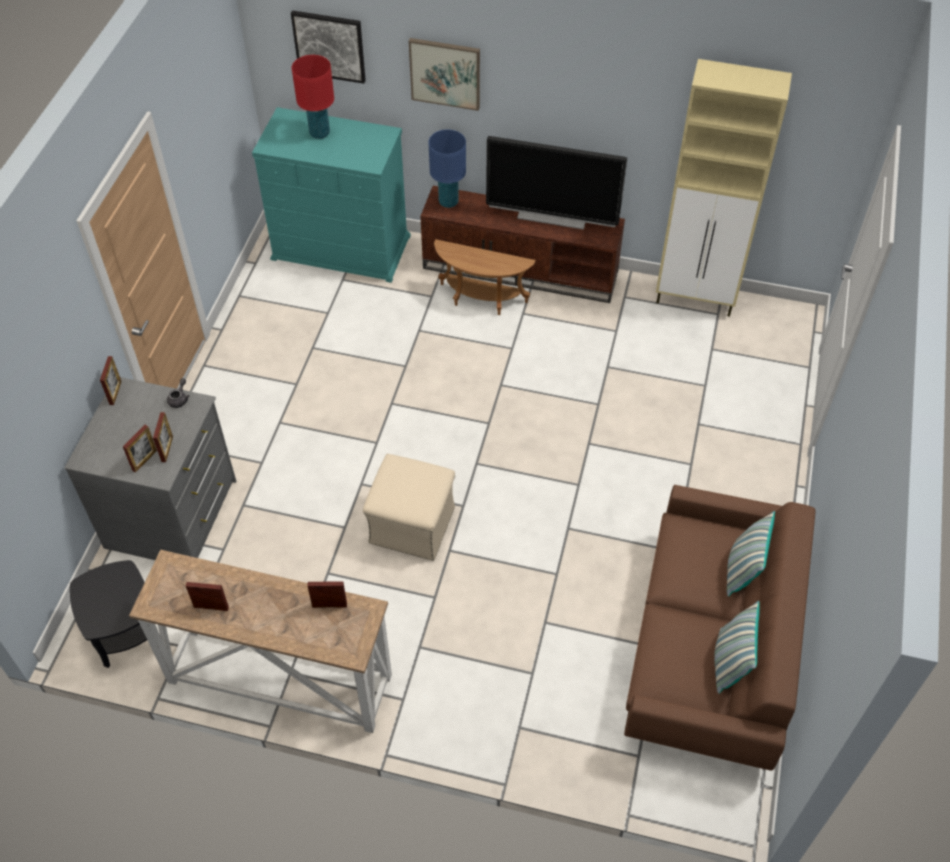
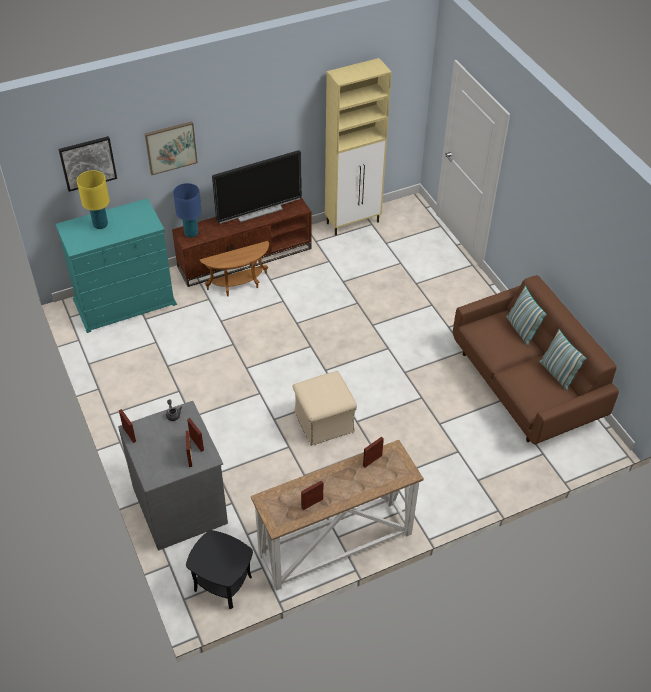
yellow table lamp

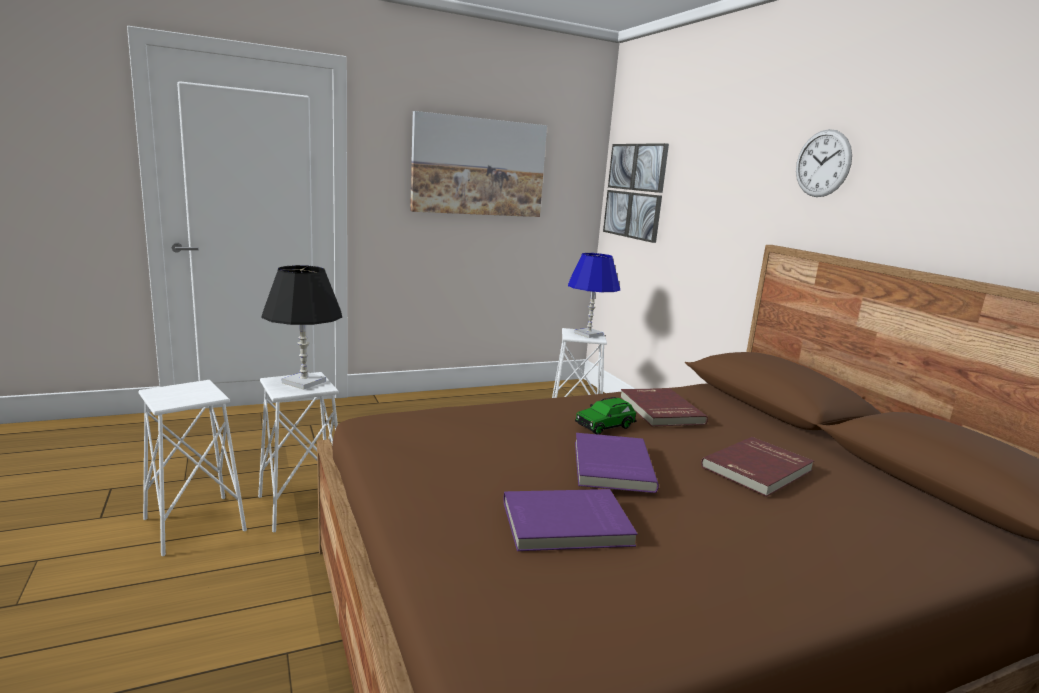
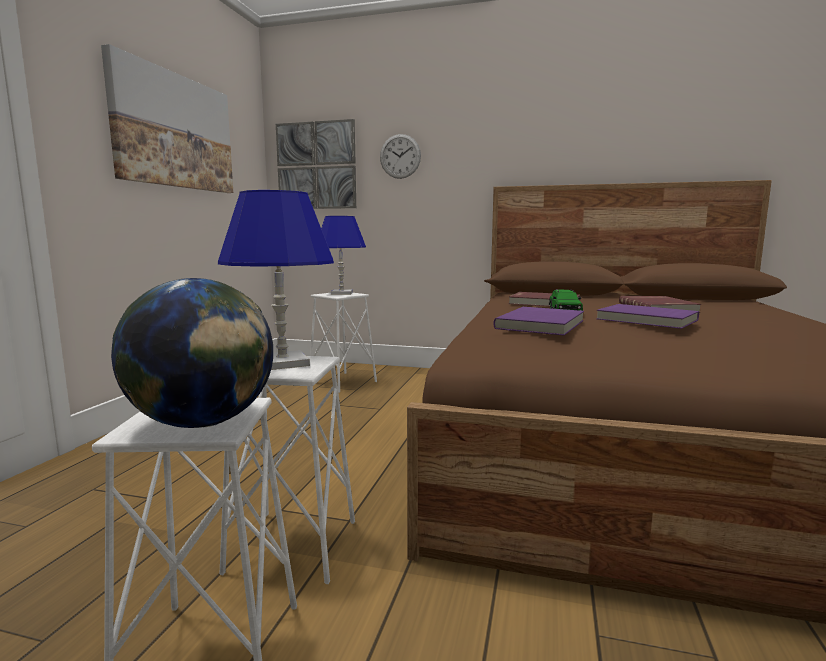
globe
purple book (no. 1 from left)
wall clock
blue table lamp (no. 1 from left)

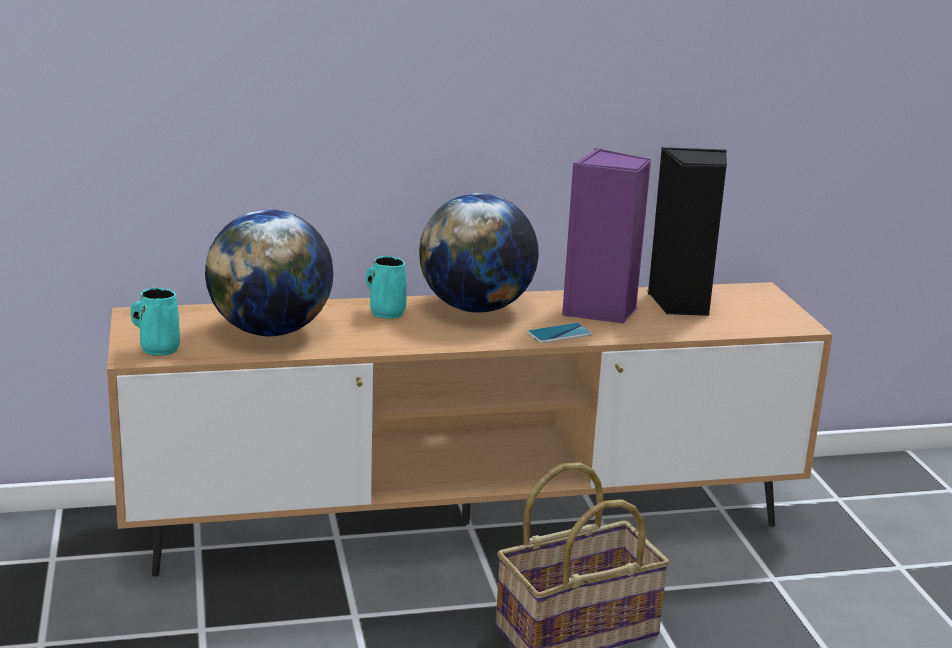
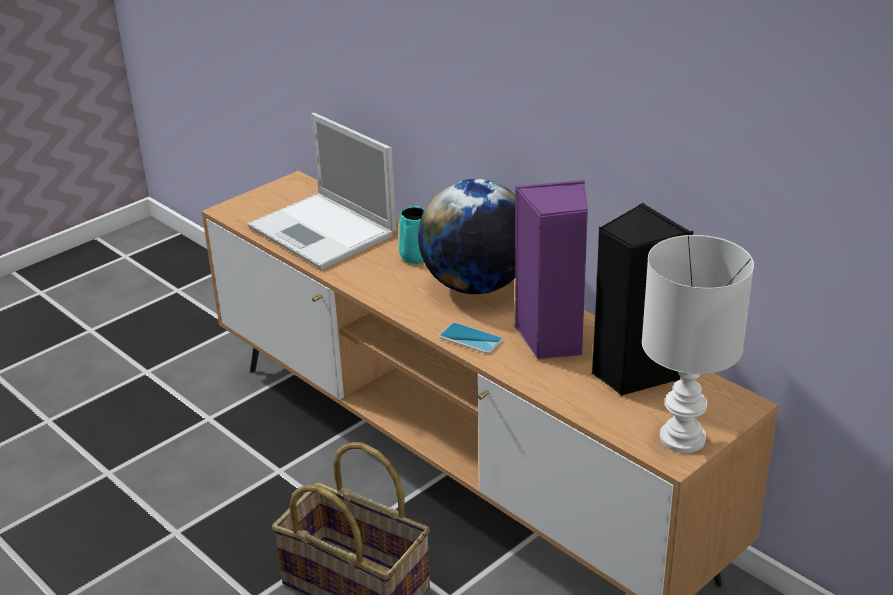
turquoise mug (no. 1 from left in the first image)
white table lamp
laptop

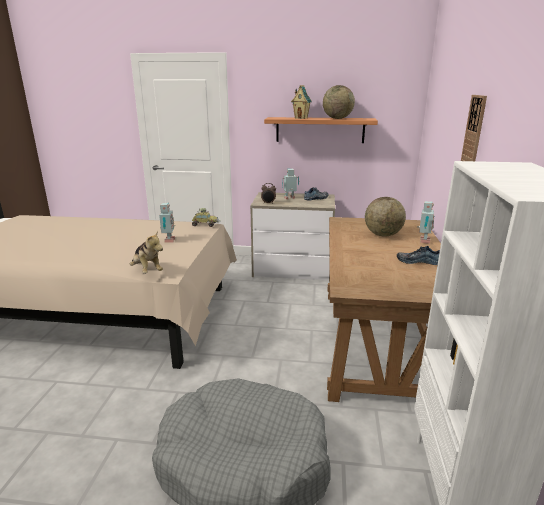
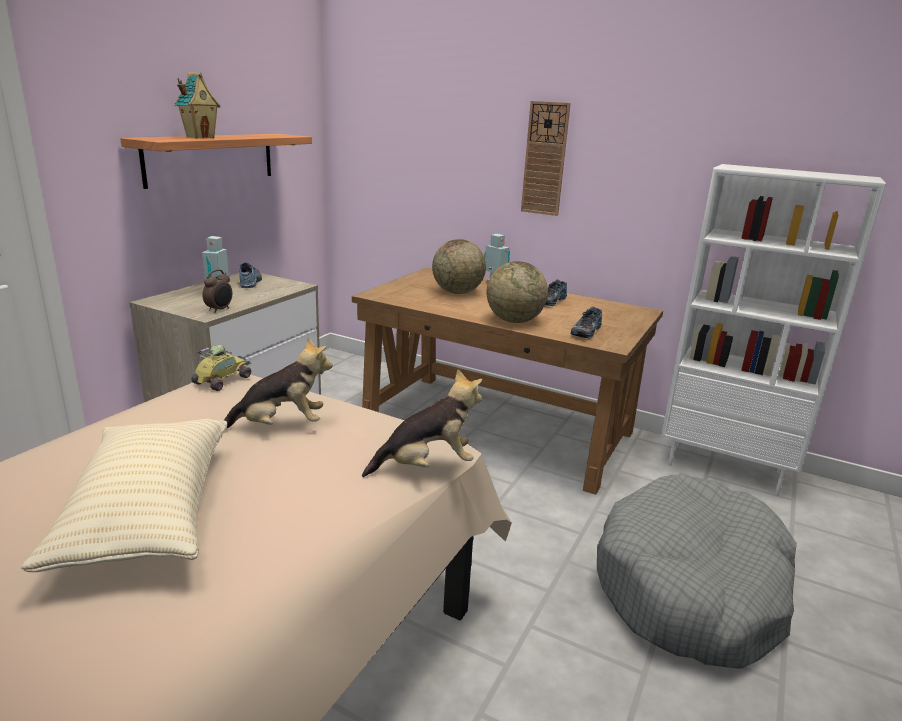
beige pillow
shoe (no. 3 from left)
globe (no. 2 from left)
plush toy (no. 1 from left)

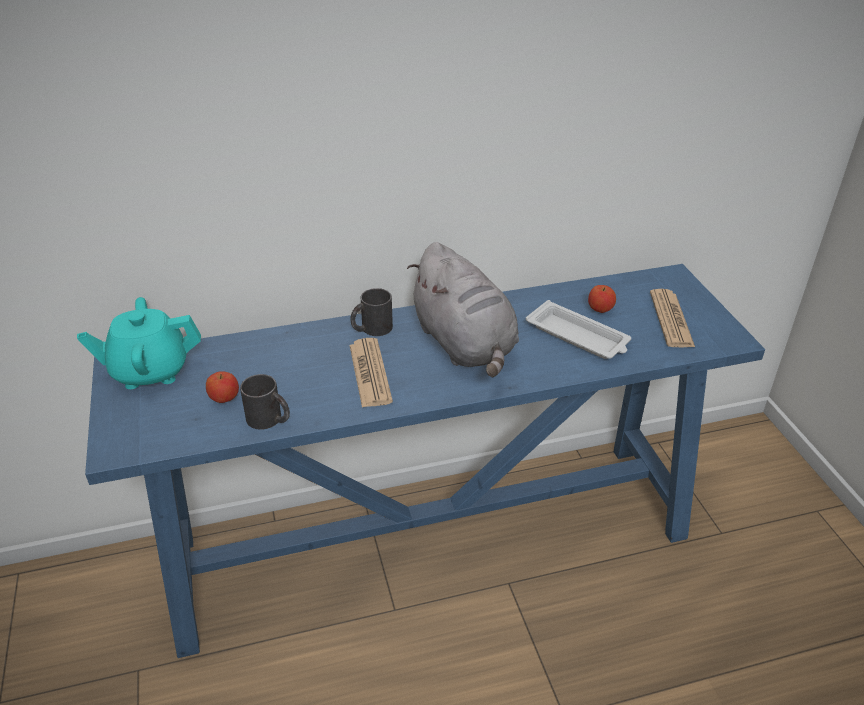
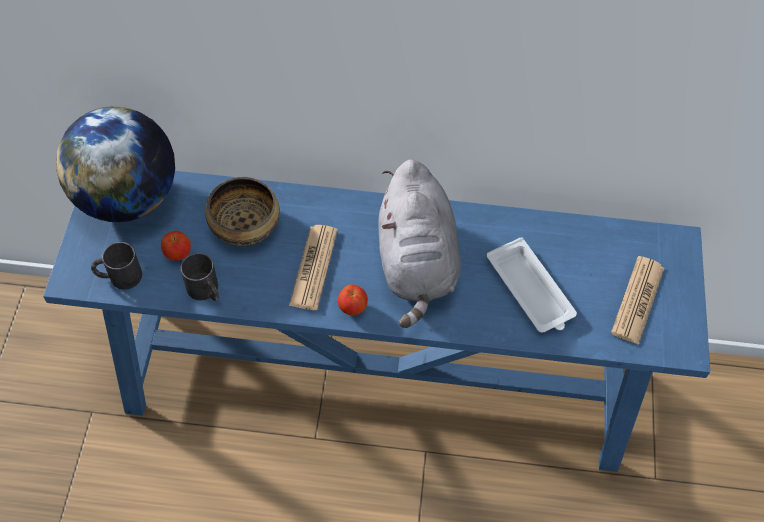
bowl
black mug (no. 1 from left)
apple (no. 2 from left)
globe

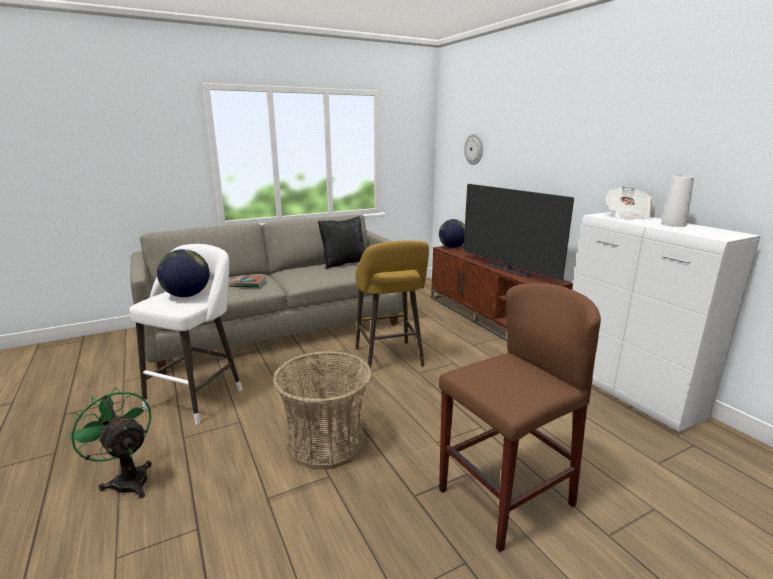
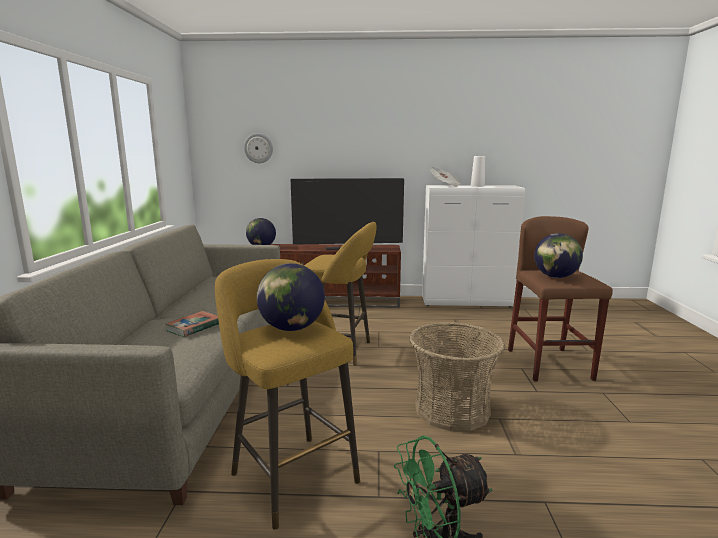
black pillow
globe (no. 3 from left)
yellow stool (no. 1 from left)

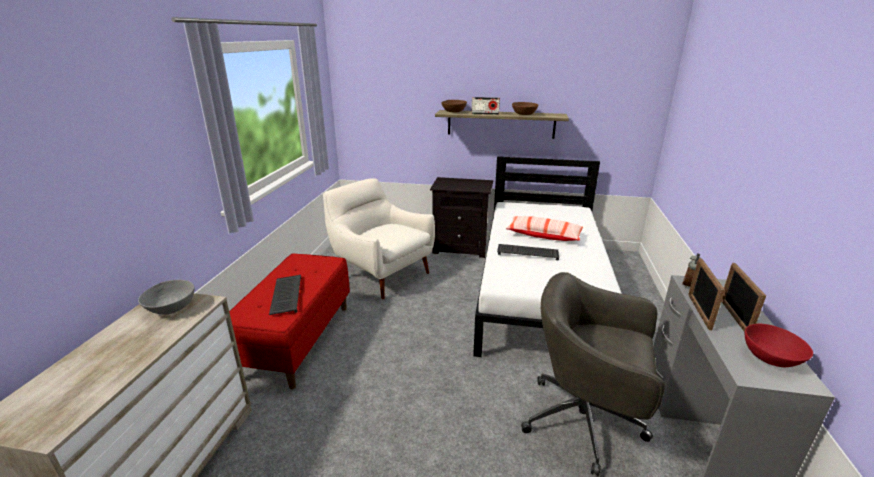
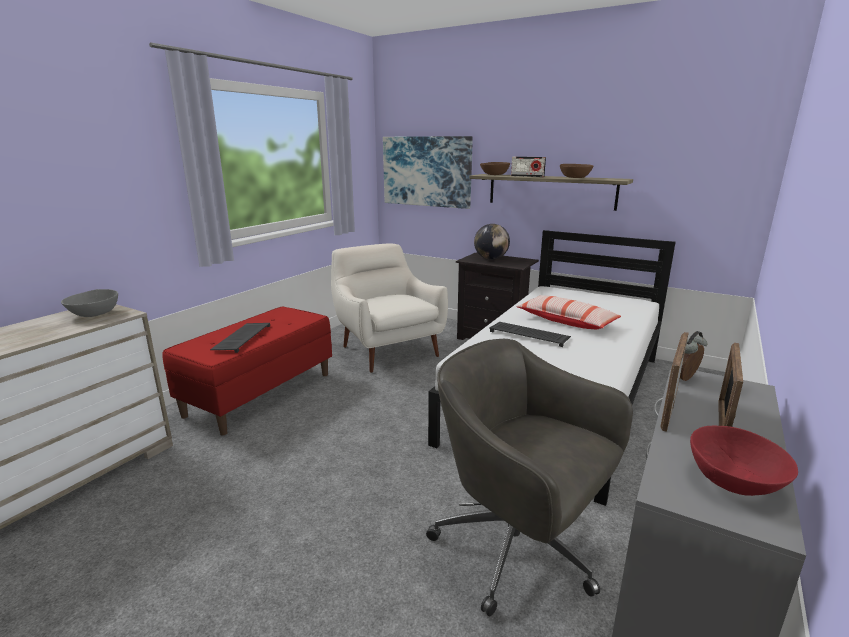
picture
globe

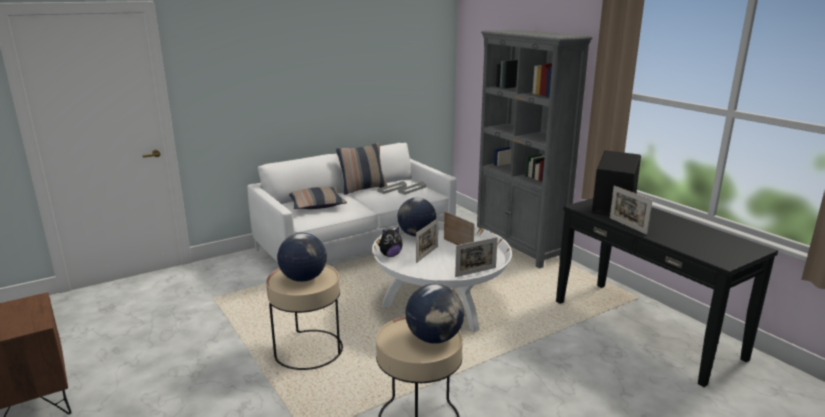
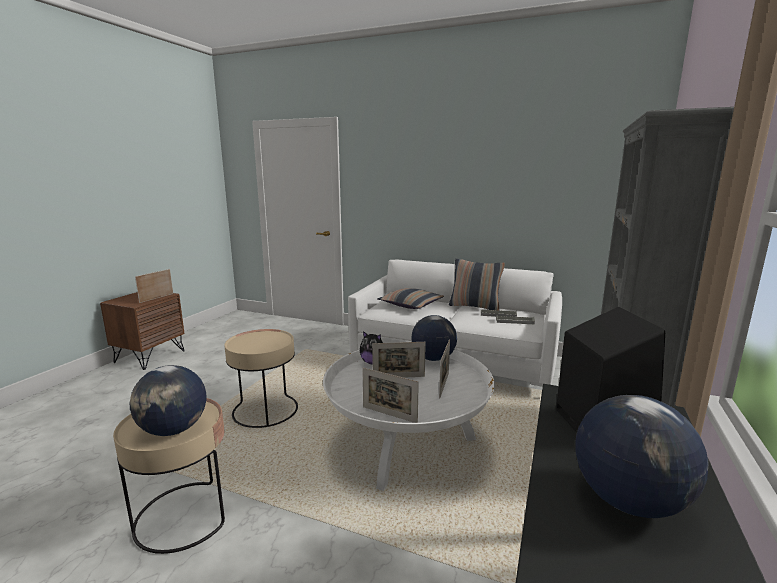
globe (no. 3 from left)
picture frame (no. 1 from left)

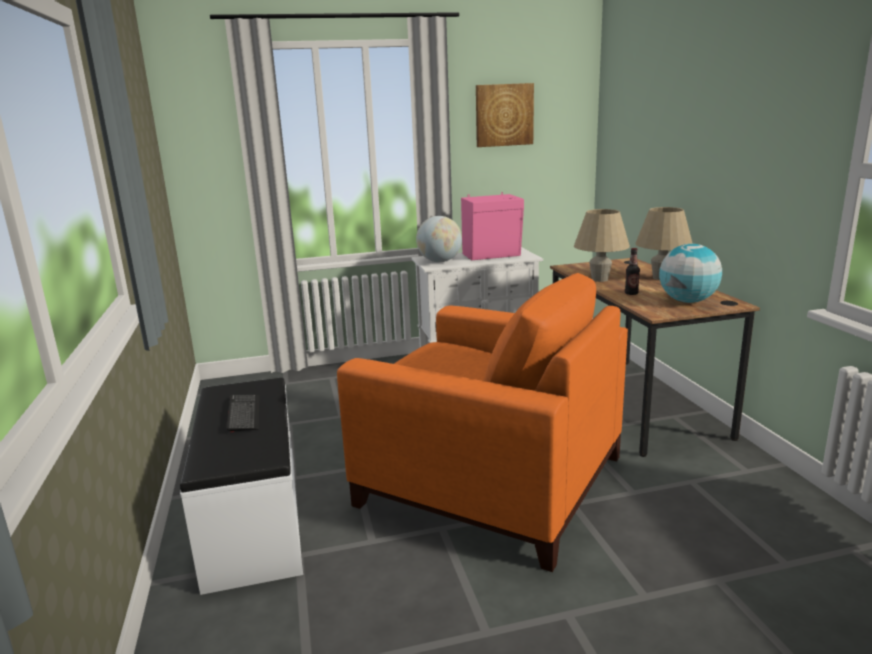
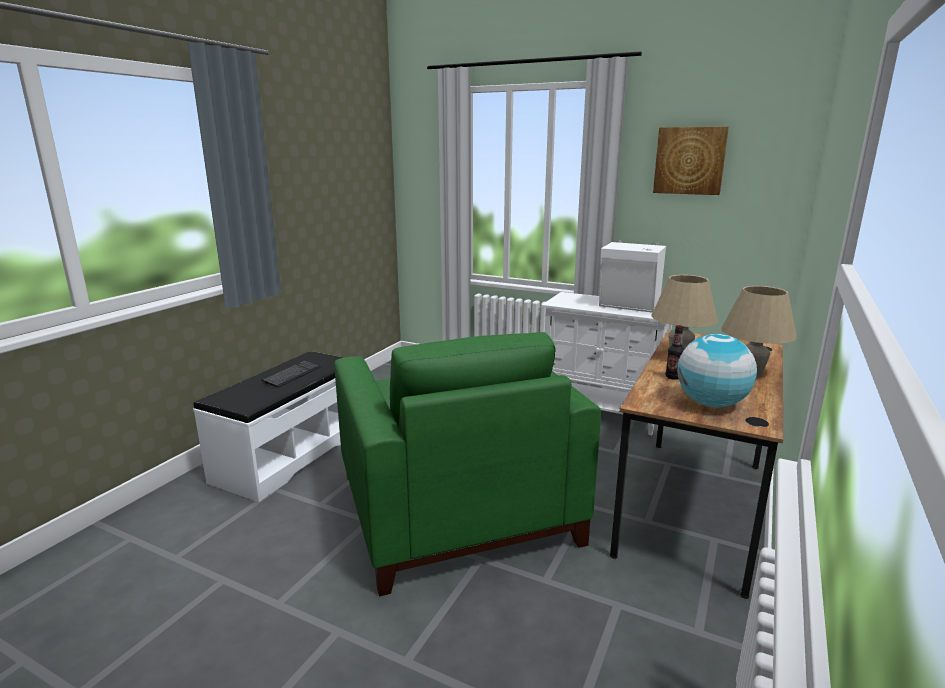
globe (no. 1 from left in the first image)
green armchair
white speaker

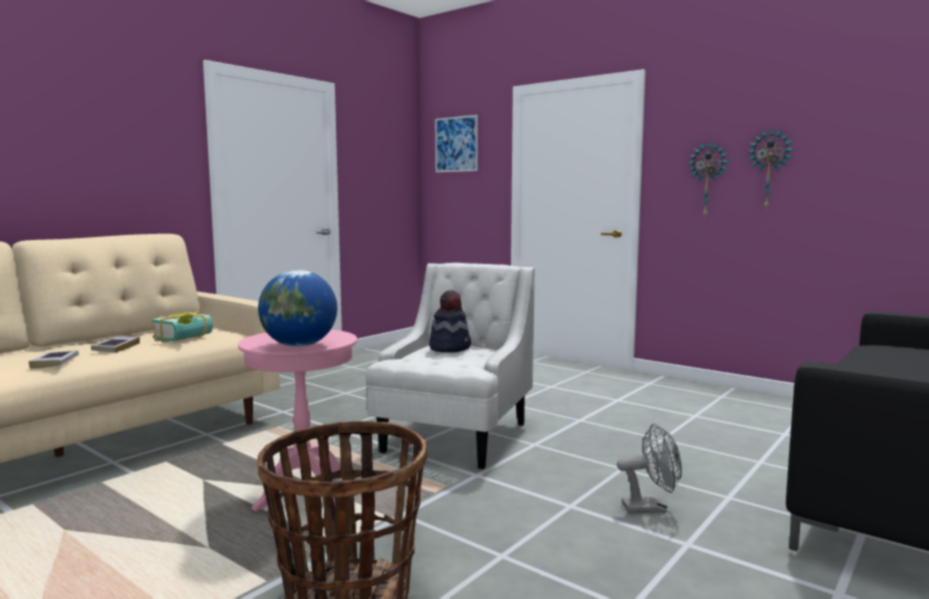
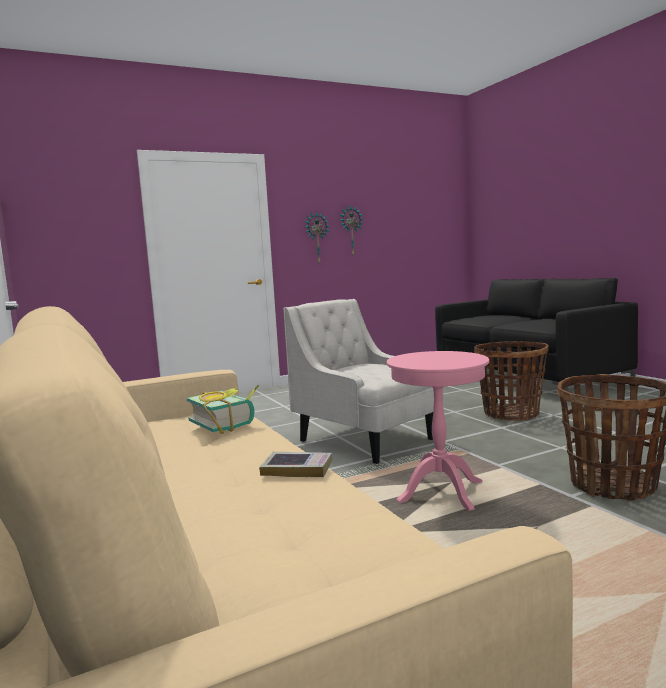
book (no. 2 from left in the first image)
globe
hat
picture
basket (no. 1 from left)

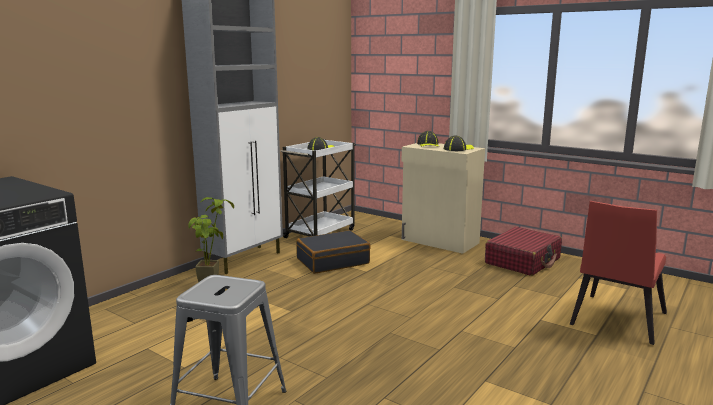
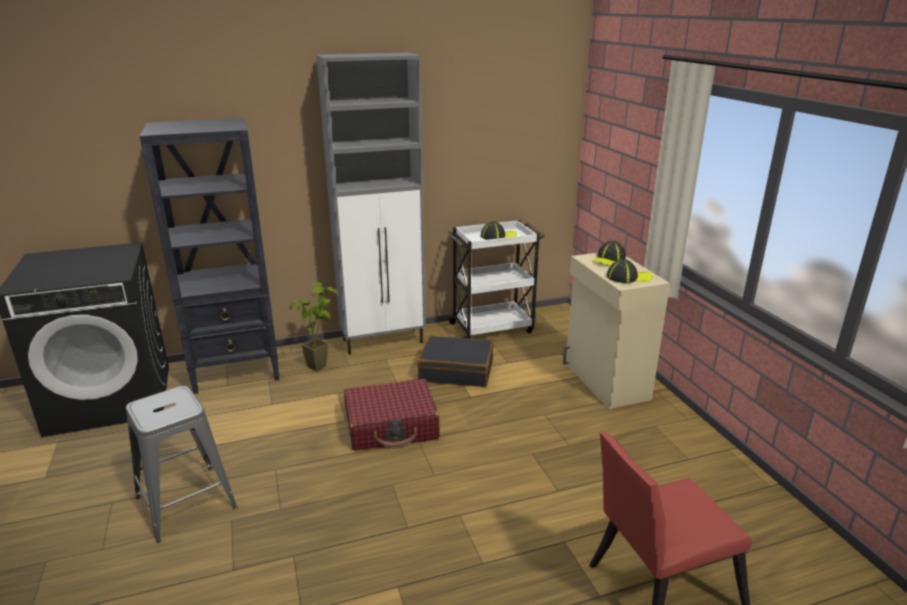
black bookcase
red suitcase

